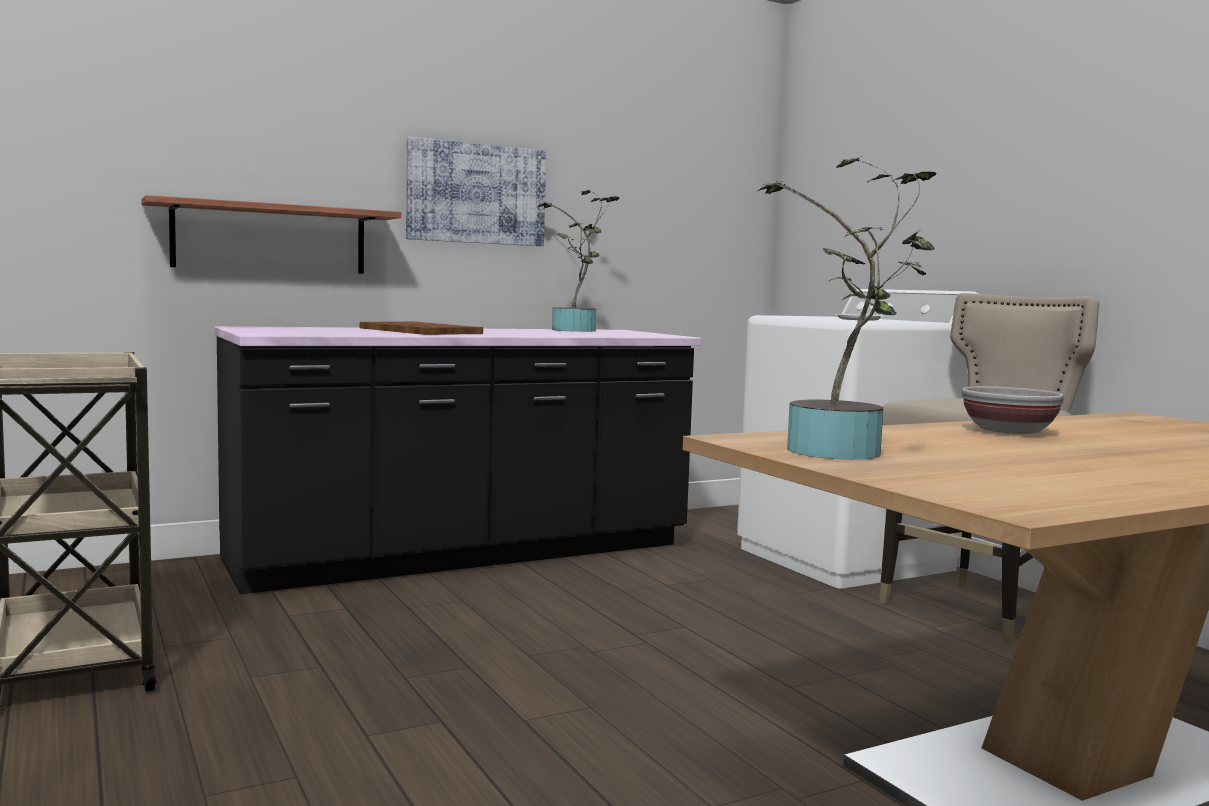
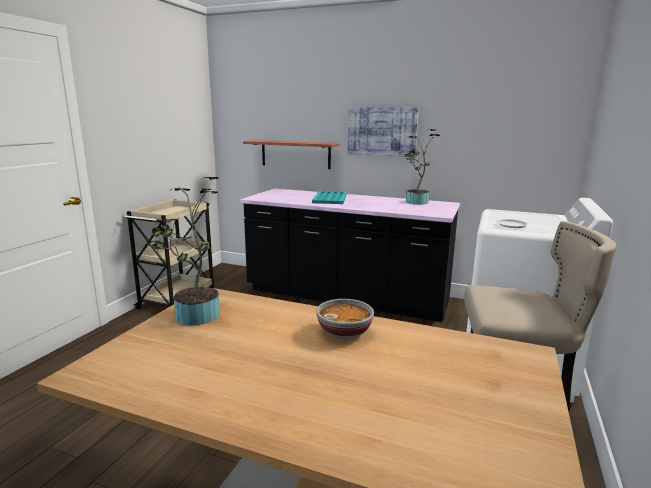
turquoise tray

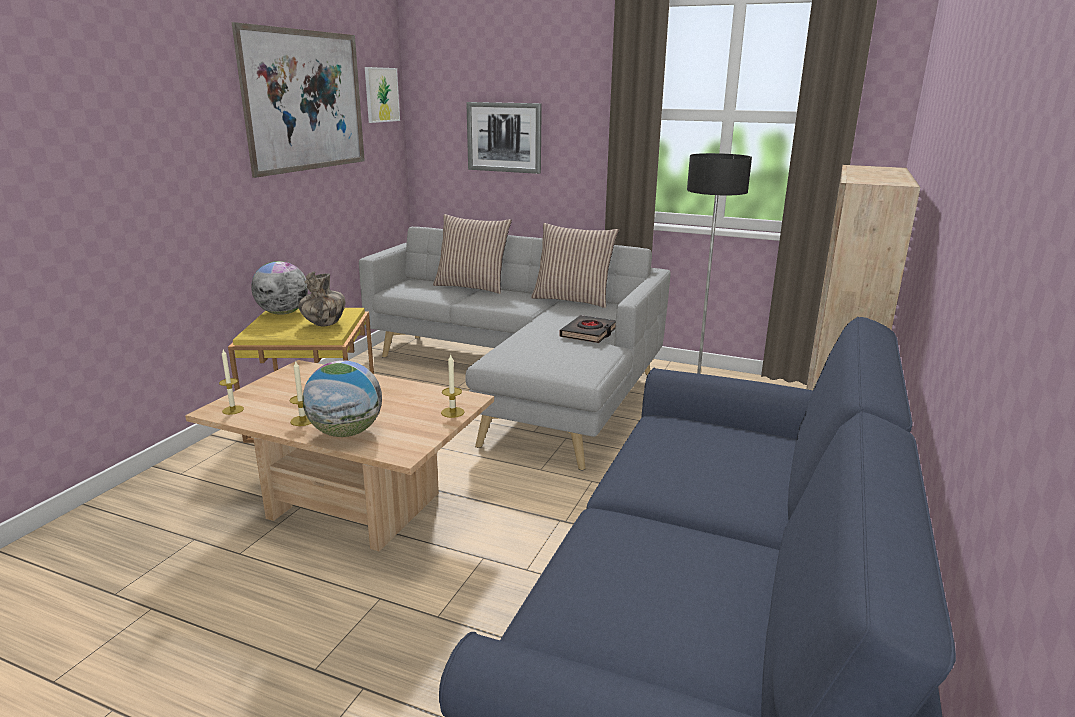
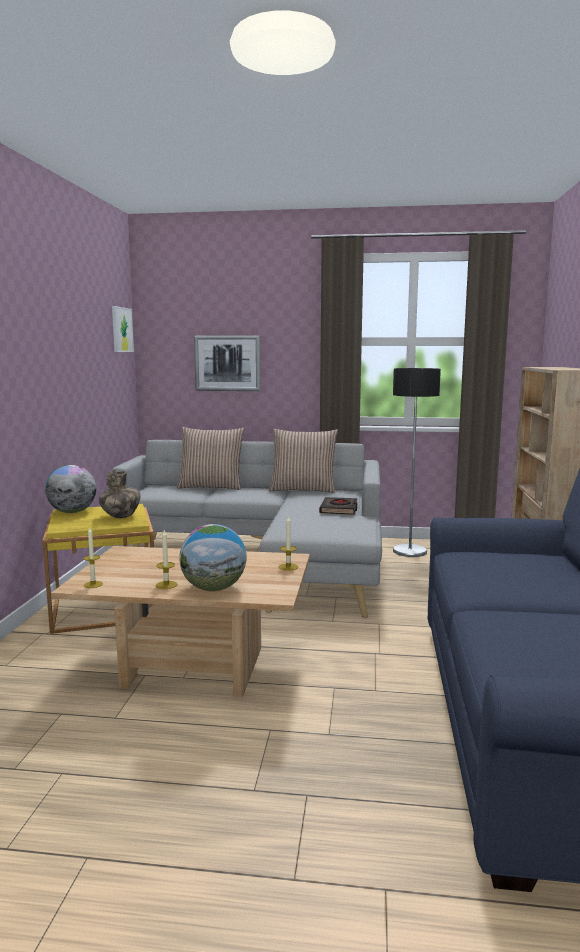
picture (no. 1 from left in the first image)

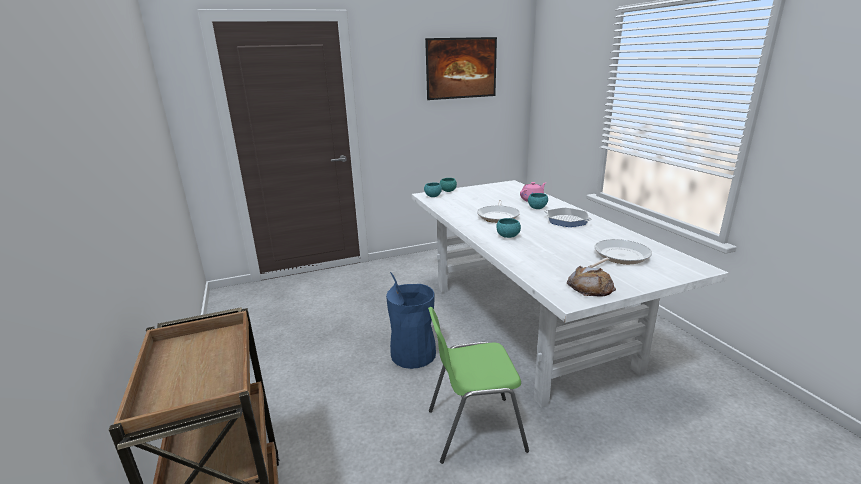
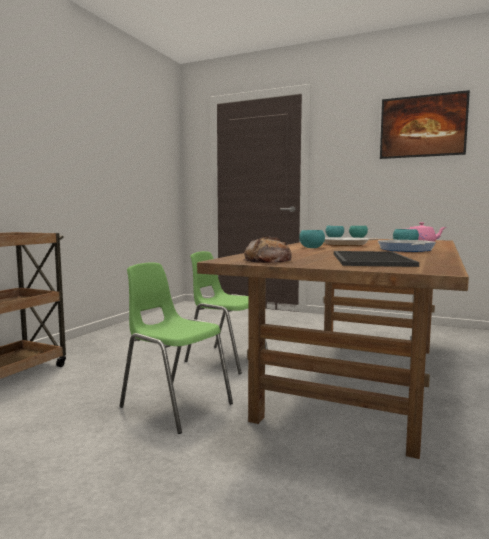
green chair (no. 2 from left)
tray
brown dining table

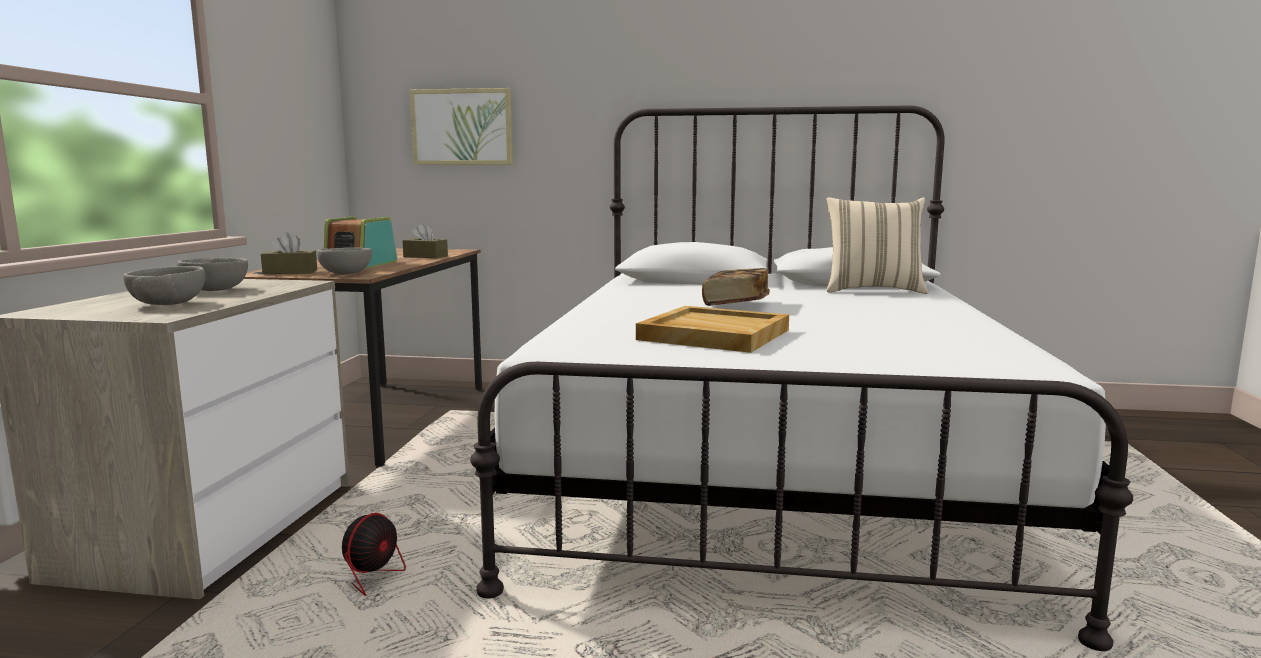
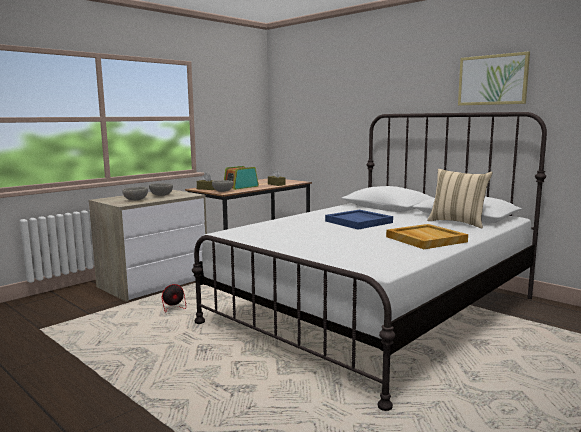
picture
beige tray
blue tray

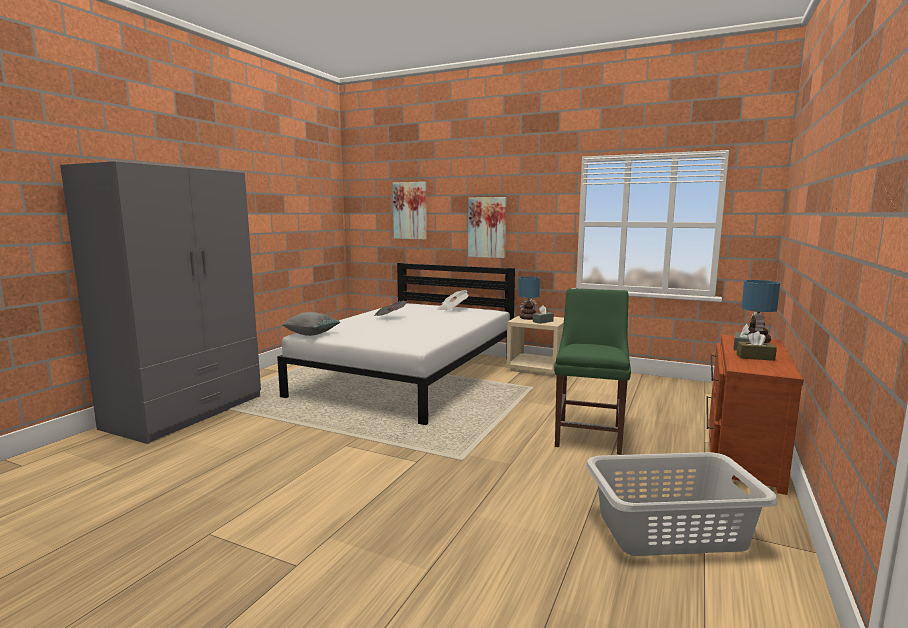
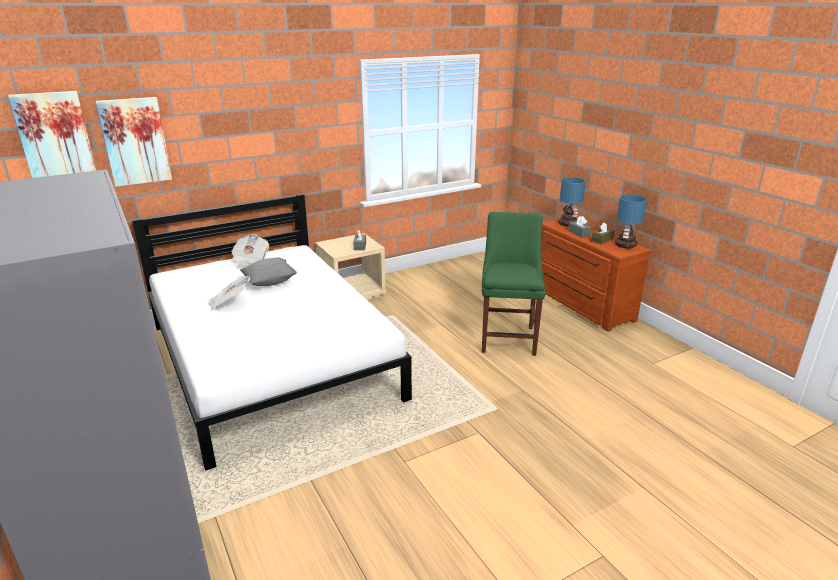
grey laundry basket
grey pillow
picture (no. 1 from left)
table lamp (no. 2 from left)
green chair

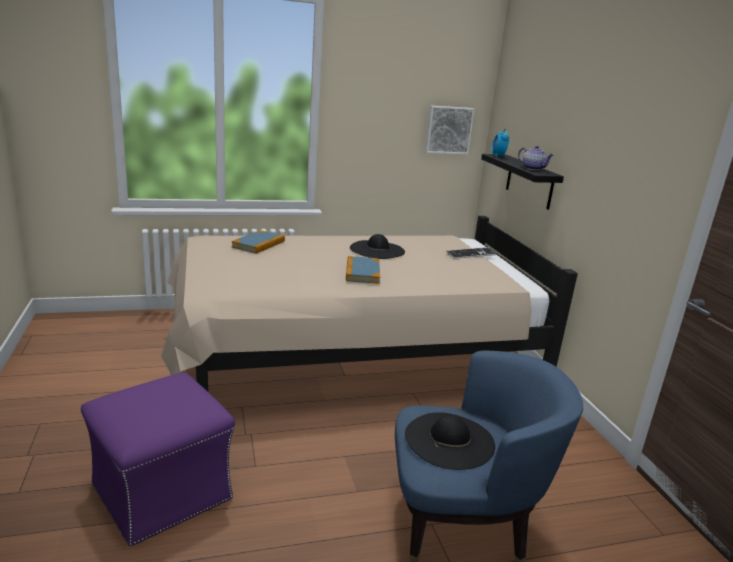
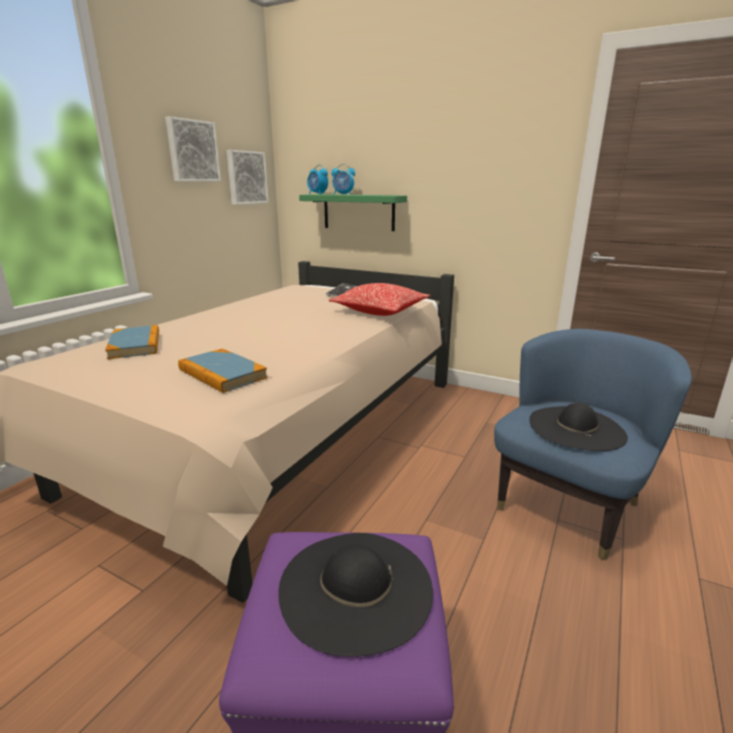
teapot
picture (no. 1 from left)
pillow
alarm clock (no. 2 from left)
book (no. 2 from left)
black hat (no. 1 from left)
green shelf

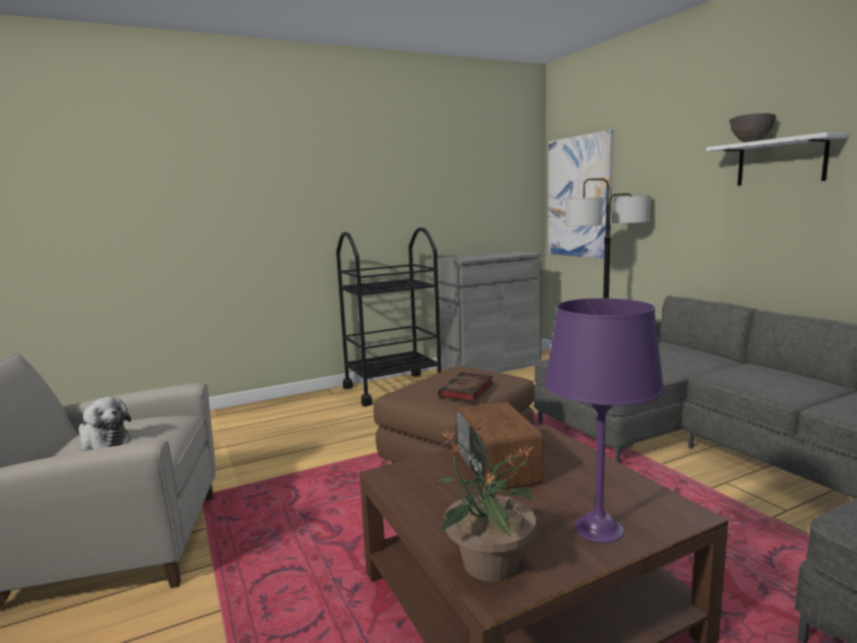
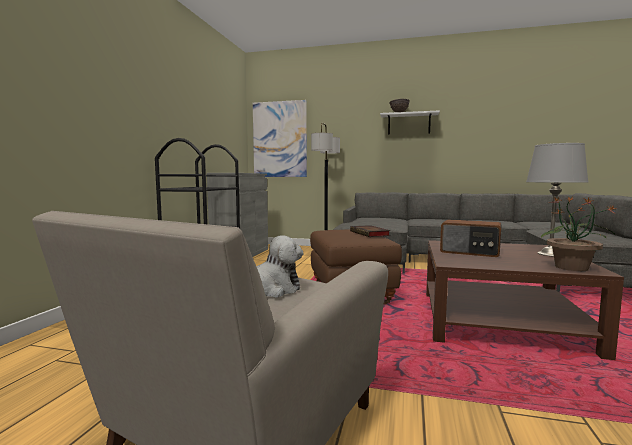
grey table lamp

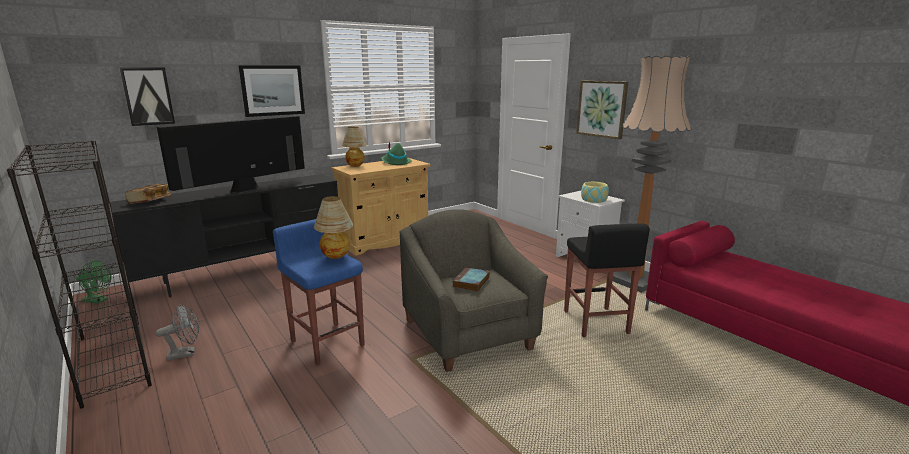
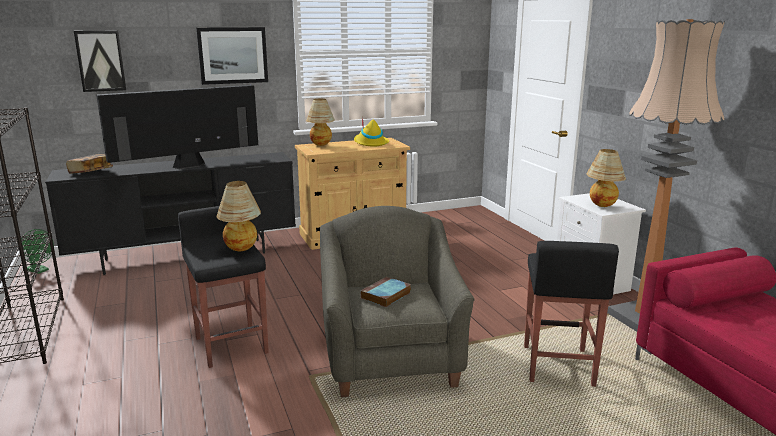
grey fan
picture (no. 3 from left in the first image)
table lamp (no. 3 from left)
black stool (no. 1 from left)
yellow hat

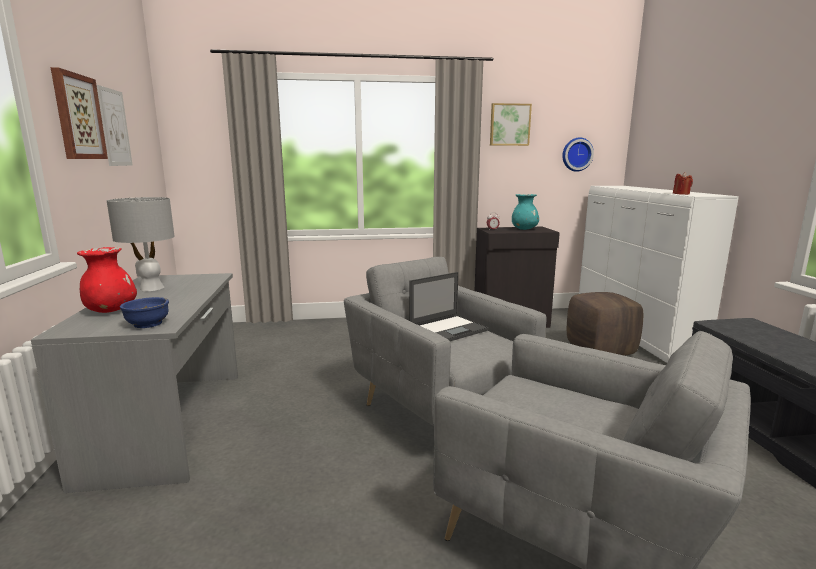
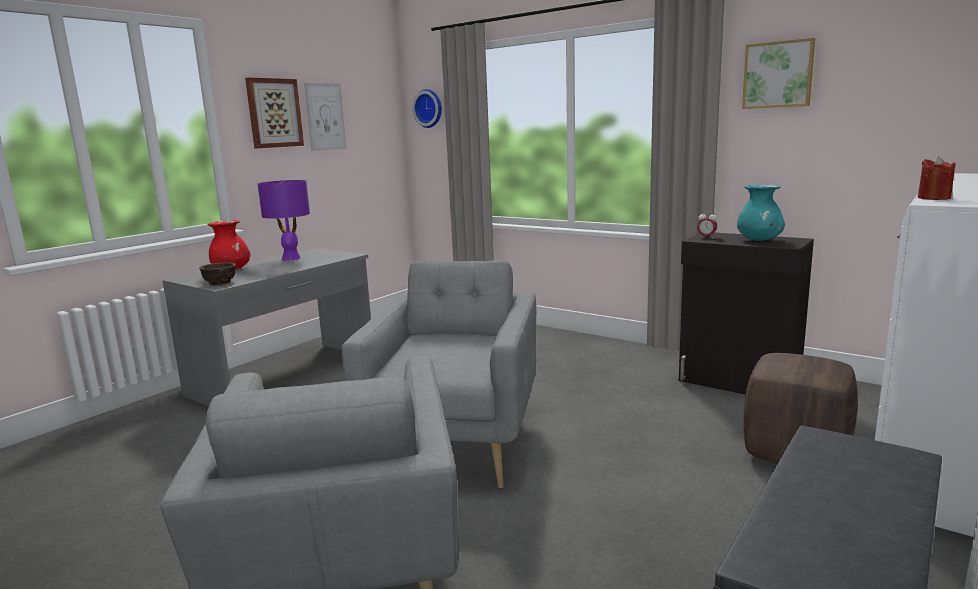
laptop
wall clock
purple table lamp
brown bowl

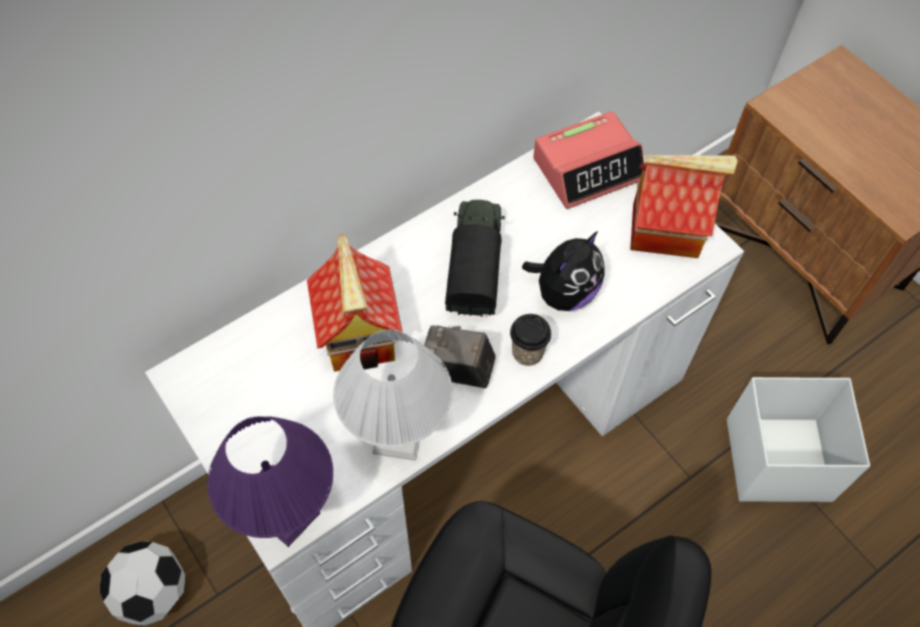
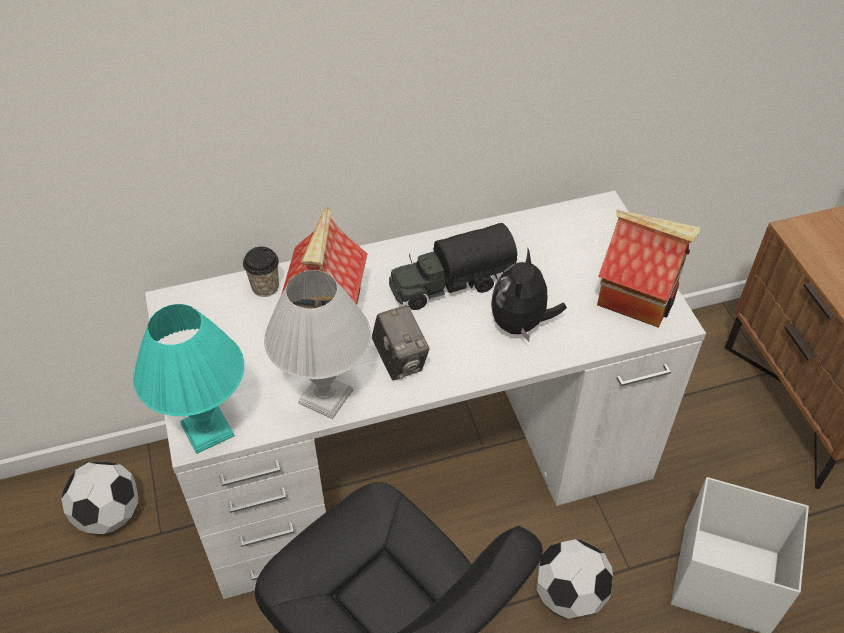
alarm clock
football (no. 2 from left)
cup
turquoise table lamp
photo camera
toy truck
plush toy

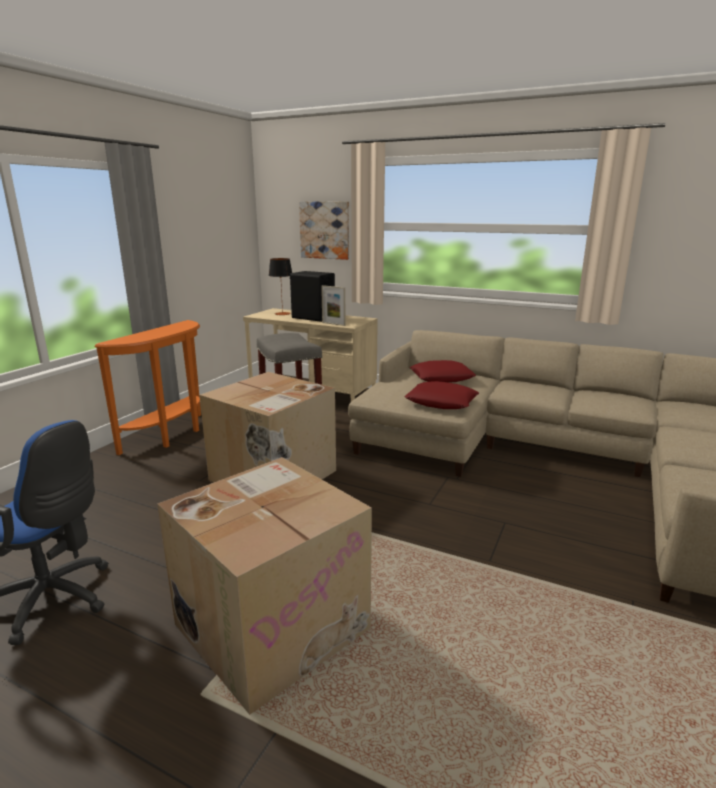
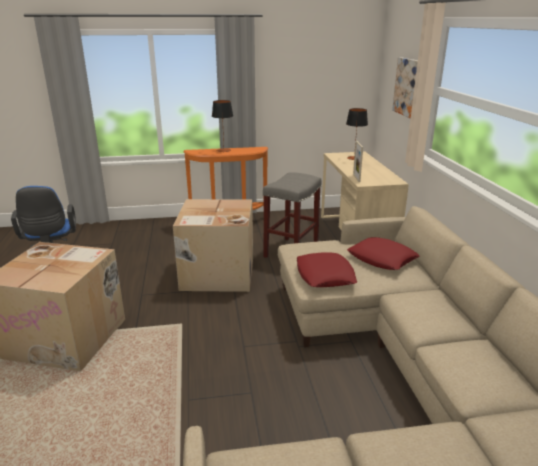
black speaker
table lamp (no. 1 from left)

